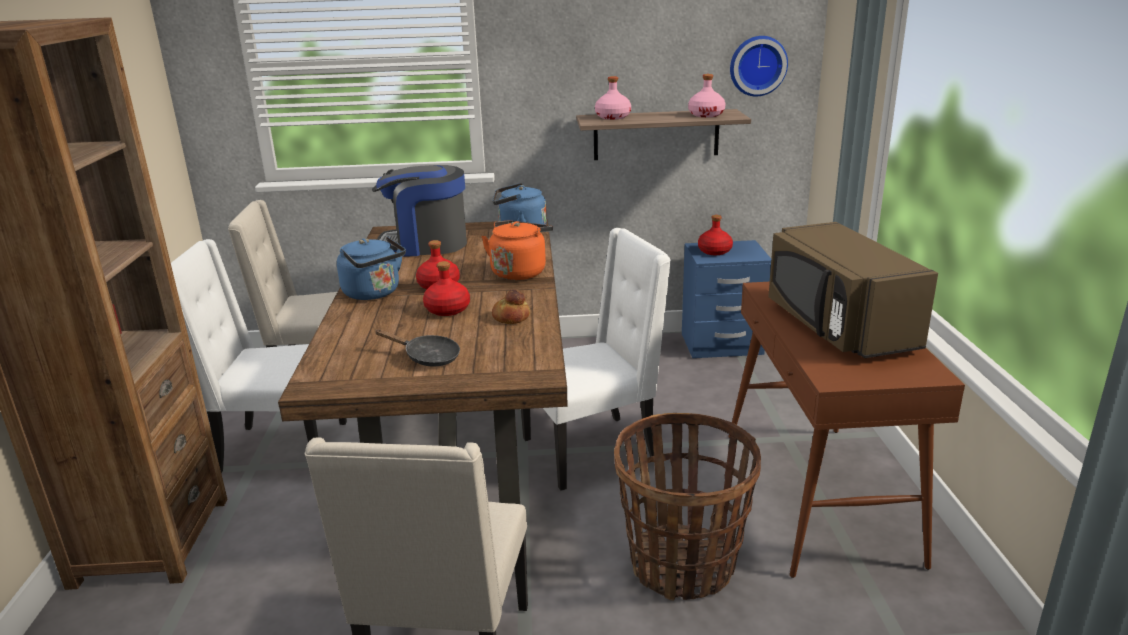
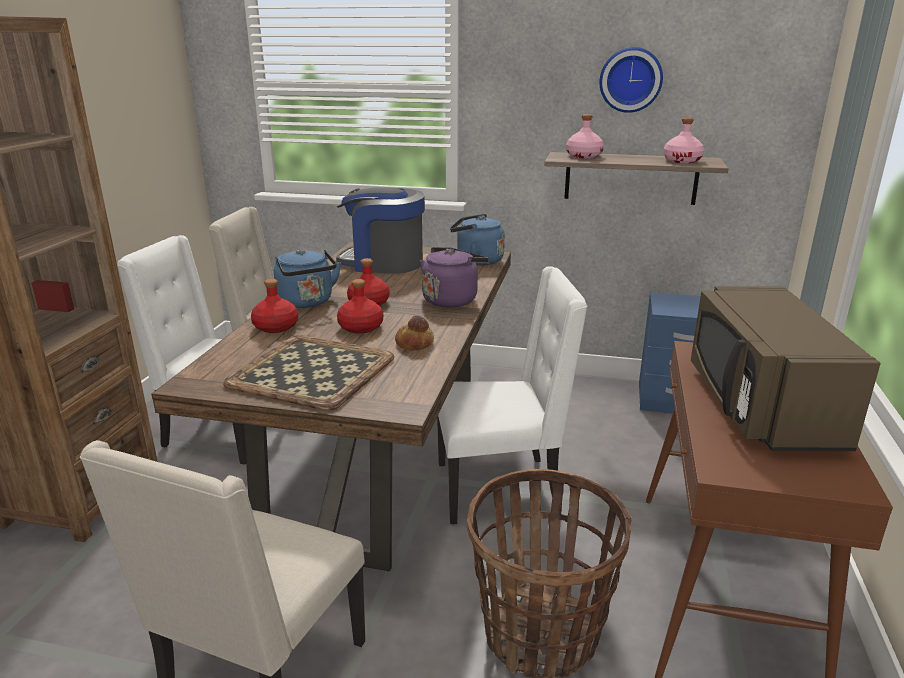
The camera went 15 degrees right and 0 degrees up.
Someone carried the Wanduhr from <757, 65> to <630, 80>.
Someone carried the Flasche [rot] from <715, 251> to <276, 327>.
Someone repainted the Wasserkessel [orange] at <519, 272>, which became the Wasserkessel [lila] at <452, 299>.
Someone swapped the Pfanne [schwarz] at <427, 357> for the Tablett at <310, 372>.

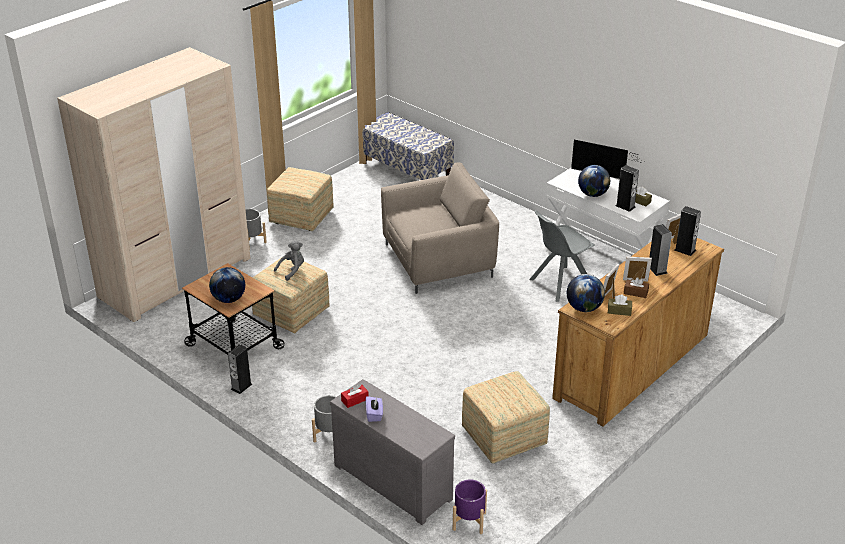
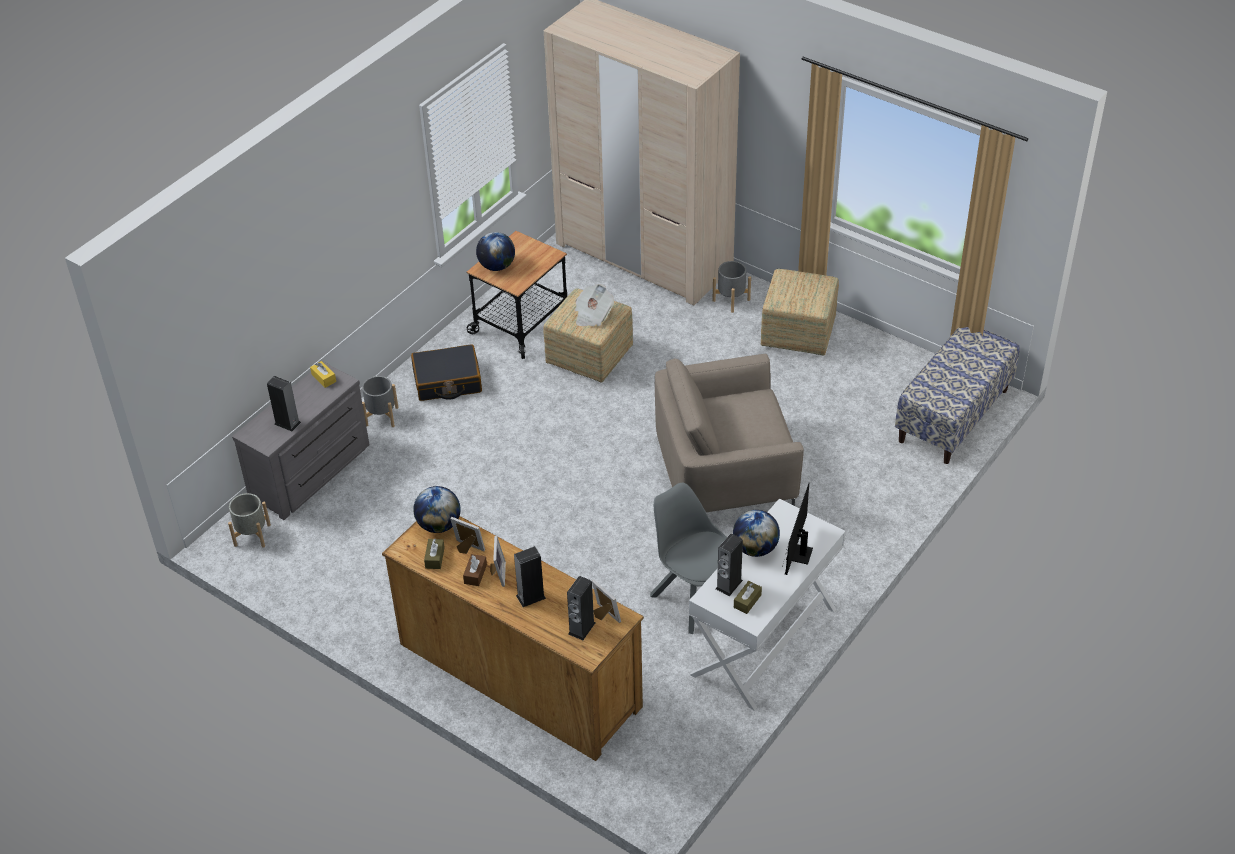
The camera went 85 degrees right and 10 degrees up.
Someone rotated the Sessel [beige] at <438, 260> by 105 degrees clockwise.
Someone swapped the Plüschtier [grau] at <292, 270> for the Zeitung at <592, 315>.
Someone carried the Lautsprecher from <241, 386> to <287, 423>.
Someone took away the Polsterhocker at <503, 438>.
Someone repainted the Taschentuchbox [rot] at <355, 400>, which became the Taschentuchbox [gelb] at <324, 378>.
Someone took away the Taschentuchbox [lila] at <374, 414>.
Someone repainted the Pflanzkübel [lila] at <469, 521>, which became the Pflanzkübel [grau] at <252, 535>.
Someone put down the Koffer [schwarz] at <447, 381>.

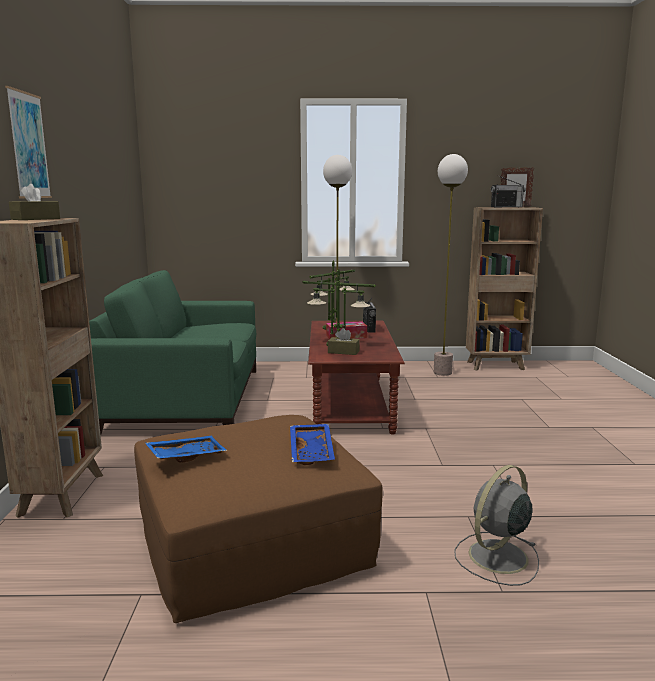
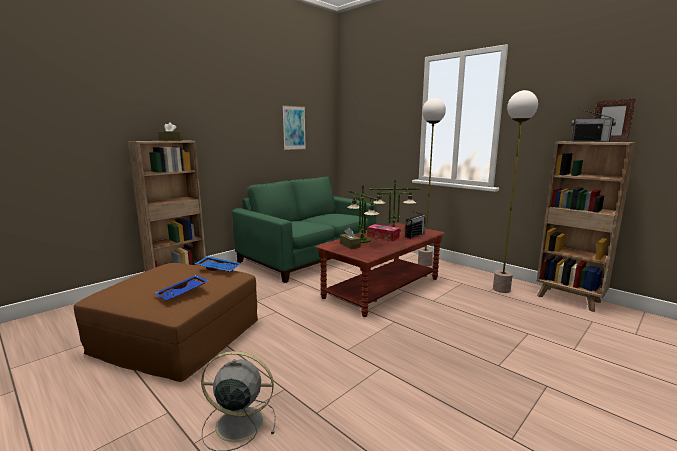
The camera went 45 degrees right and 0 degrees up.
Someone carried the Bild from <28, 145> to <294, 128>.
Someone carried the Tablett [blau] from <186, 456> to <219, 268>.

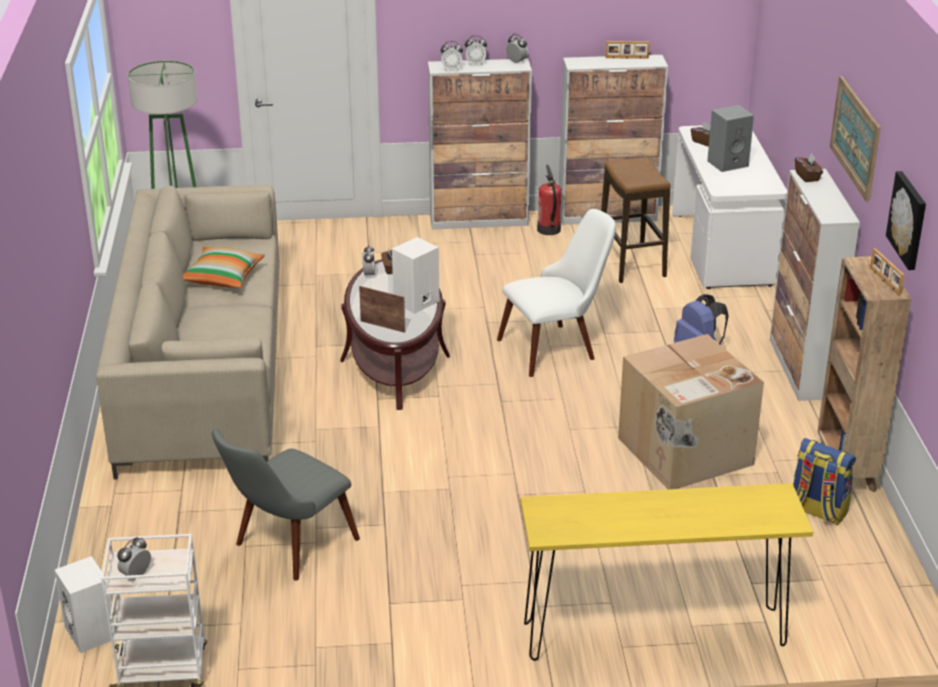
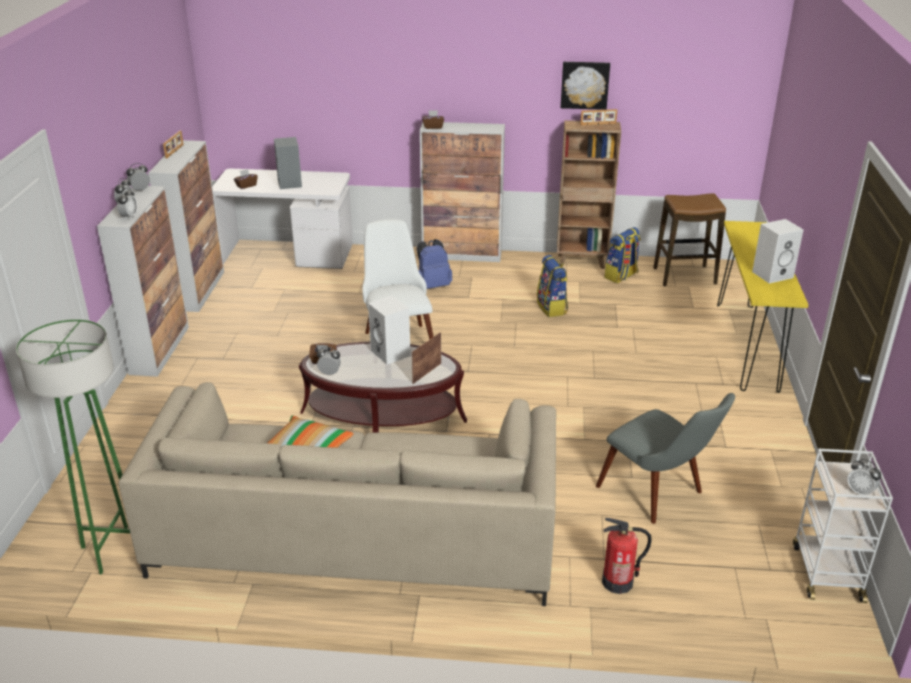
The camera went 80 degrees left and 0 degrees up.
Someone took away the Bild at <855, 137>.
Someone carried the Hocker from <631, 264> to <684, 276>.
Someone carried the Feuerlöscher from <548, 230> to <618, 582>.
Someone swapped the Karton at <684, 452> for the Rucksack at <552, 308>.
Someone carried the Lautsprecher [weiß] from <92, 633> to <772, 274>.

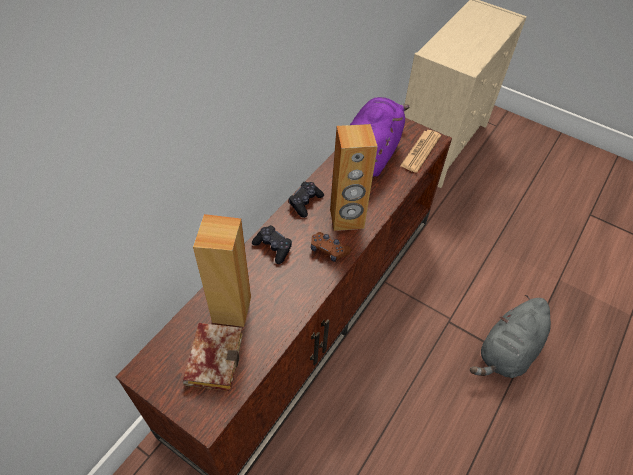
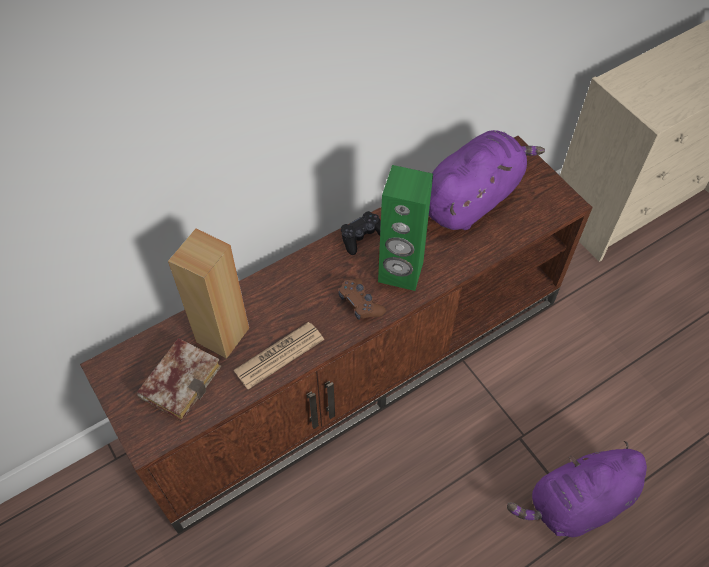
The camera went 25 degrees right and 5 degrees up.
Someone repainted the Lautsprecher [braun] at <346, 219>, which became the Lautsprecher [grün] at <400, 273>.
Someone carried the Zeitung from <420, 151> to <279, 355>.
Someone took away the Gamepad [schwarz] at <273, 247>.
Someone repainted the Plüschtier [grau] at <507, 352>, which became the Plüschtier [lila] at <576, 503>.

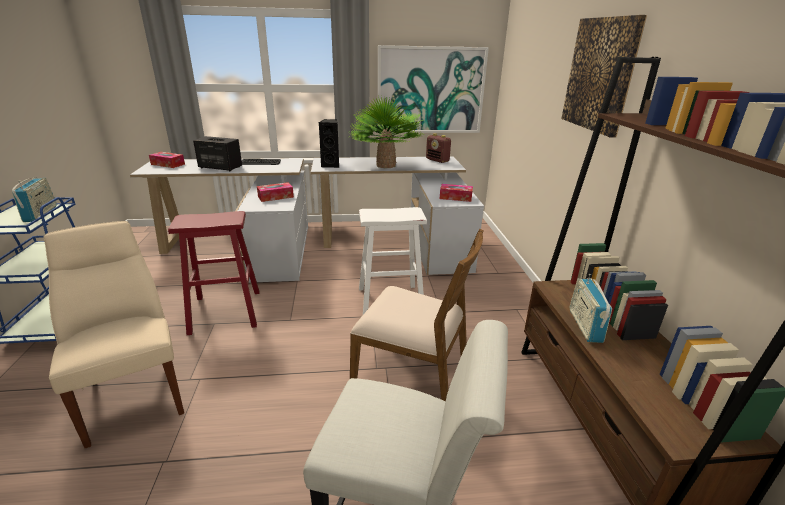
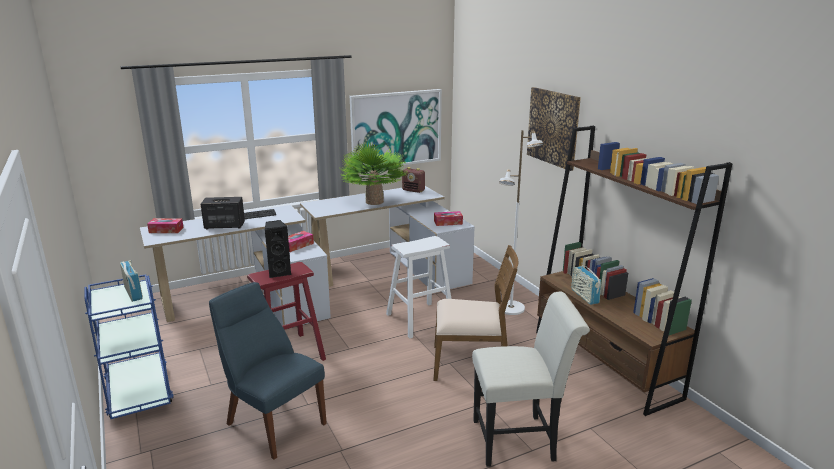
The camera went 20 degrees left and 5 degrees down.
Someone carried the Lautsprecher [schwarz] from <331, 165> to <279, 272>.
Someone repainted the Stuhl [beige] at <135, 392>, which became the Stuhl [blau] at <272, 422>.
Someone put down the Stehlampe [weiß] at <511, 308>.

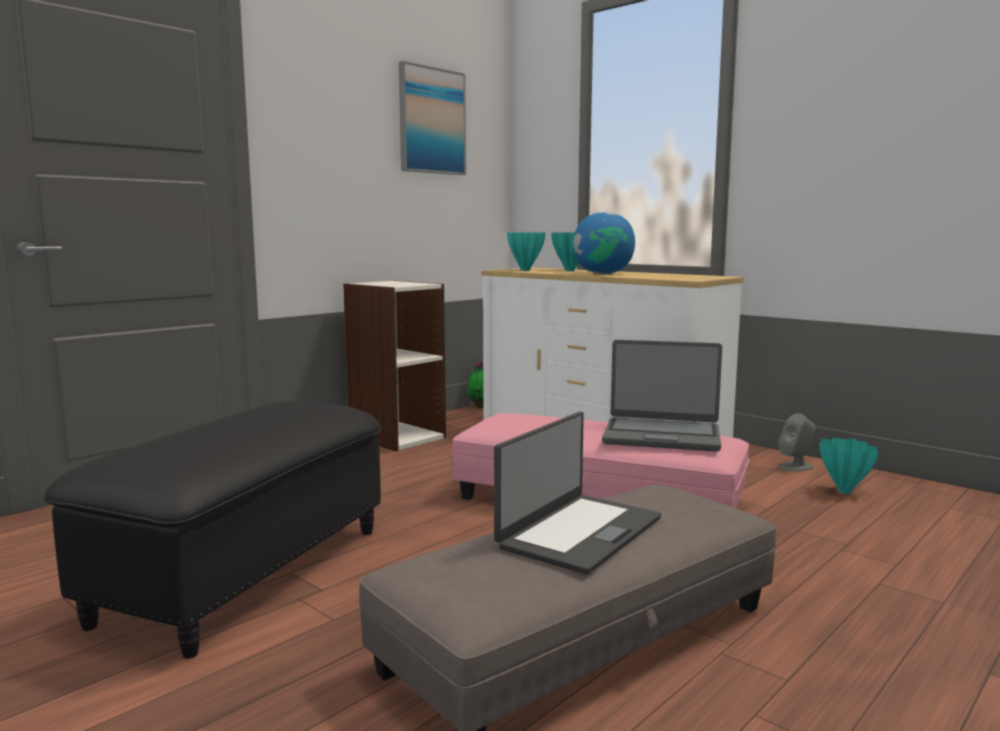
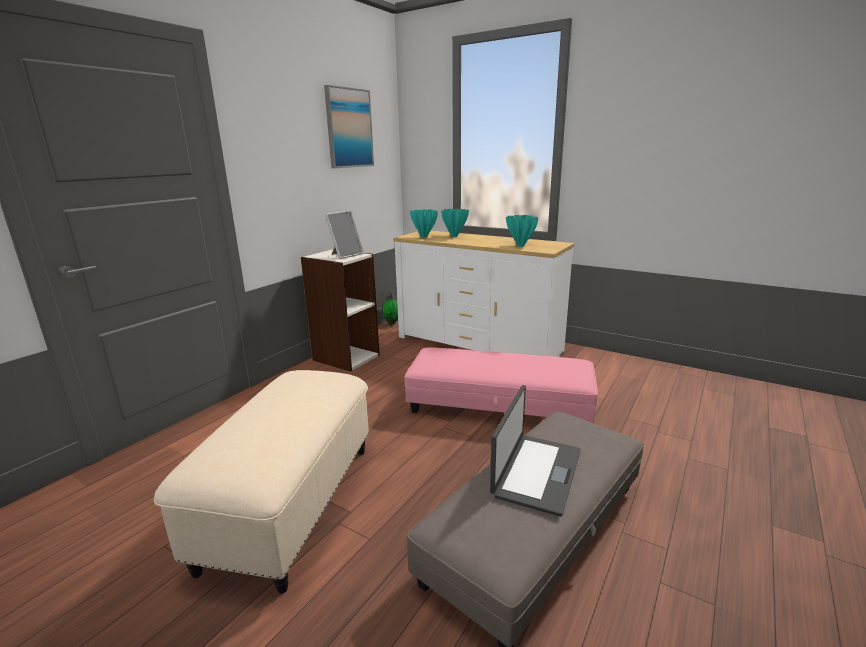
The camera went 10 degrees left and 10 degrees up.
Someone took away the Globus at <603, 274>.
Someone took away the Laptop at <661, 436>.
Someone repainted the Polsterhocker [schwarz] at <245, 573>, which became the Polsterhocker [beige] at <290, 503>.
Someone took away the Lautsprecher [grau] at <796, 467>.
Someone carried the Vase [türkis] from <843, 491> to <520, 245>.
Someone put down the Bilderrahmen at <345, 255>.

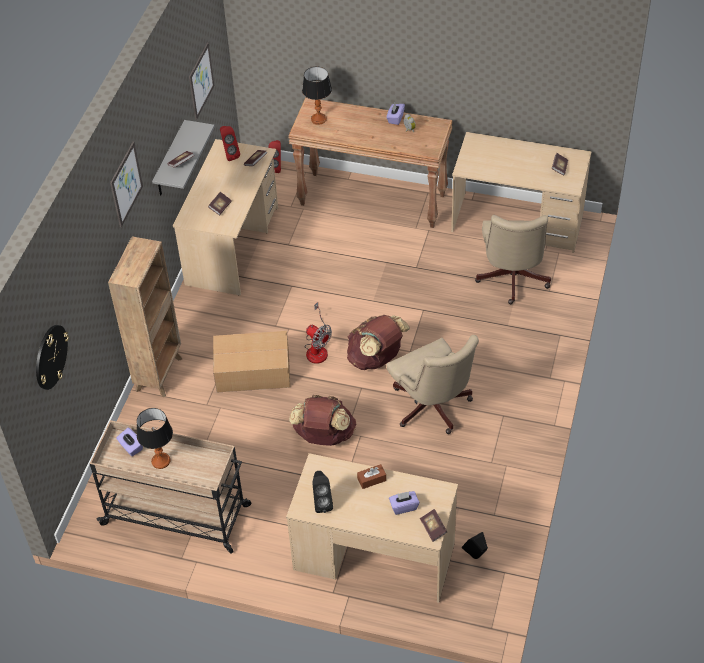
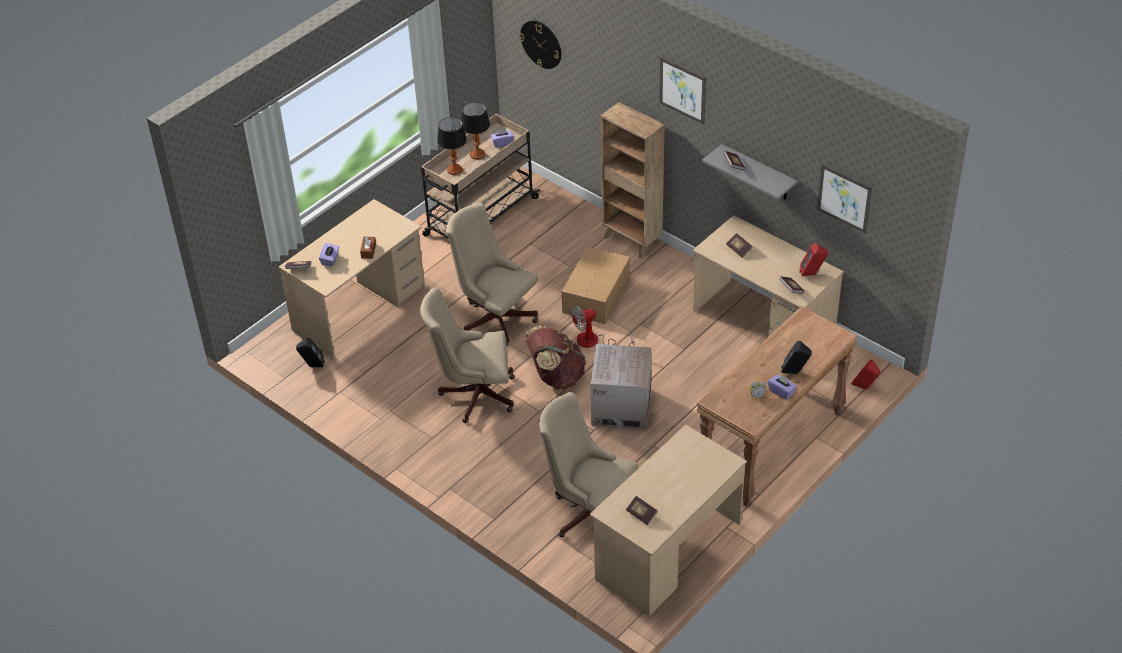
The camera went 115 degrees right and 5 degrees down.
Someone carried the Tischlampe from <318, 119> to <454, 170>.
Someone swapped the Rucksack [braun] at <324, 436> for the Bürostuhl [beige] at <494, 317>.
Someone carried the Lautsprecher [schwarz] from <322, 502> to <795, 372>.
Someone put down the Karton at <621, 407>.

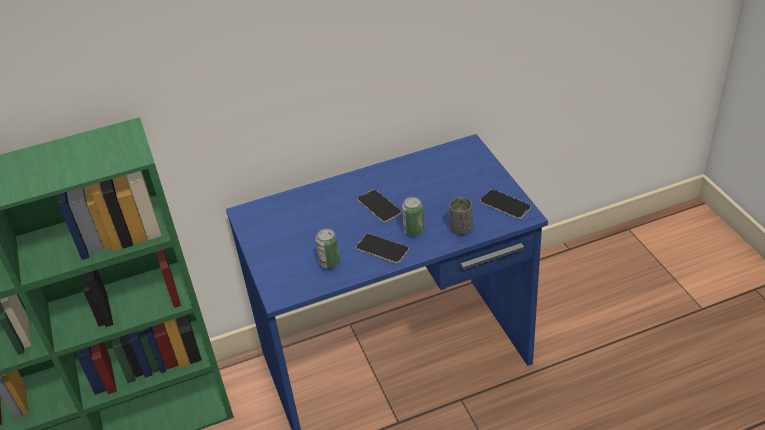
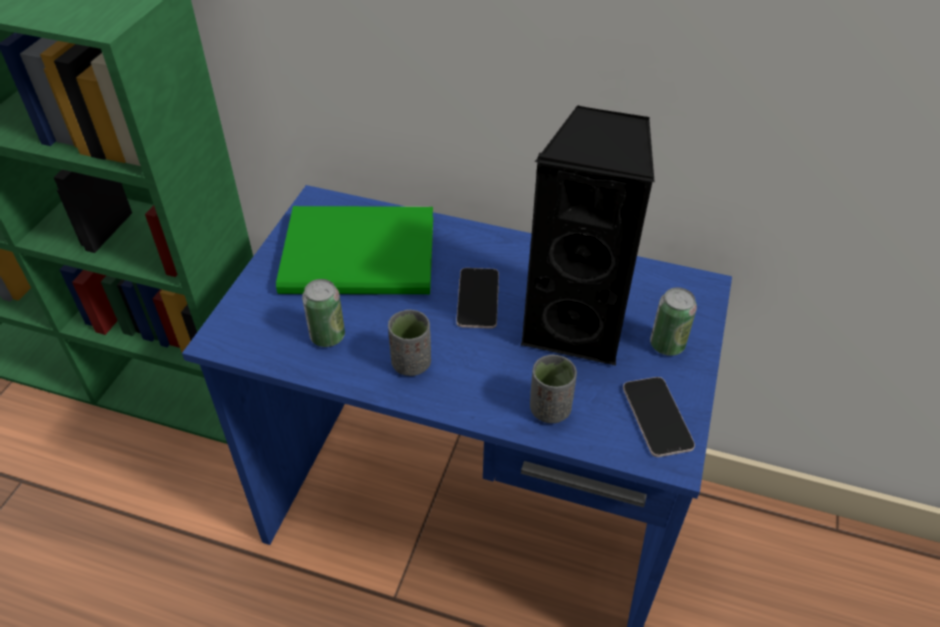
The camera went 35 degrees right and 5 degrees up.
Someone carried the Dose from <413, 231> to <667, 345>.
Someone swapped the Handy at <382, 249> for the Tasse [grau] at <411, 363>.
Someone put down the Lautsprecher [schwarz] at <577, 326>.
Someone put down the Buch [grün] at <363, 257>.

